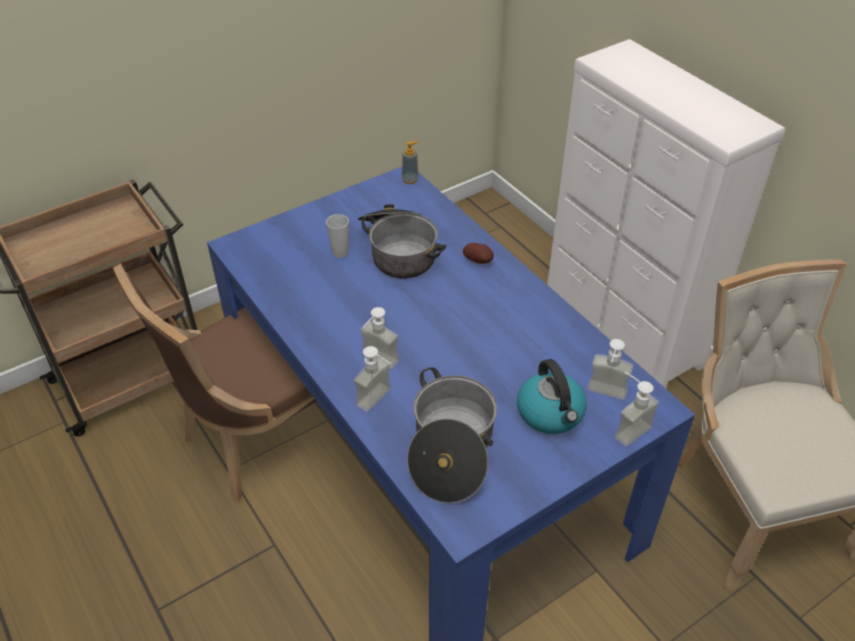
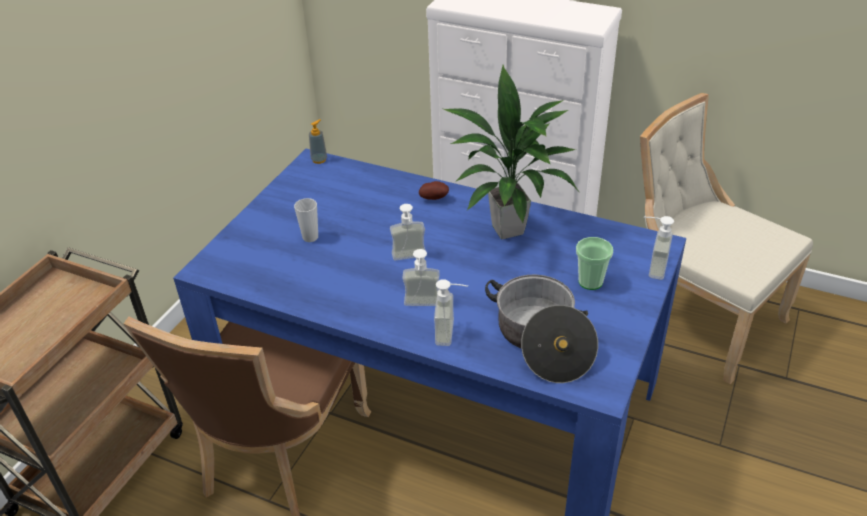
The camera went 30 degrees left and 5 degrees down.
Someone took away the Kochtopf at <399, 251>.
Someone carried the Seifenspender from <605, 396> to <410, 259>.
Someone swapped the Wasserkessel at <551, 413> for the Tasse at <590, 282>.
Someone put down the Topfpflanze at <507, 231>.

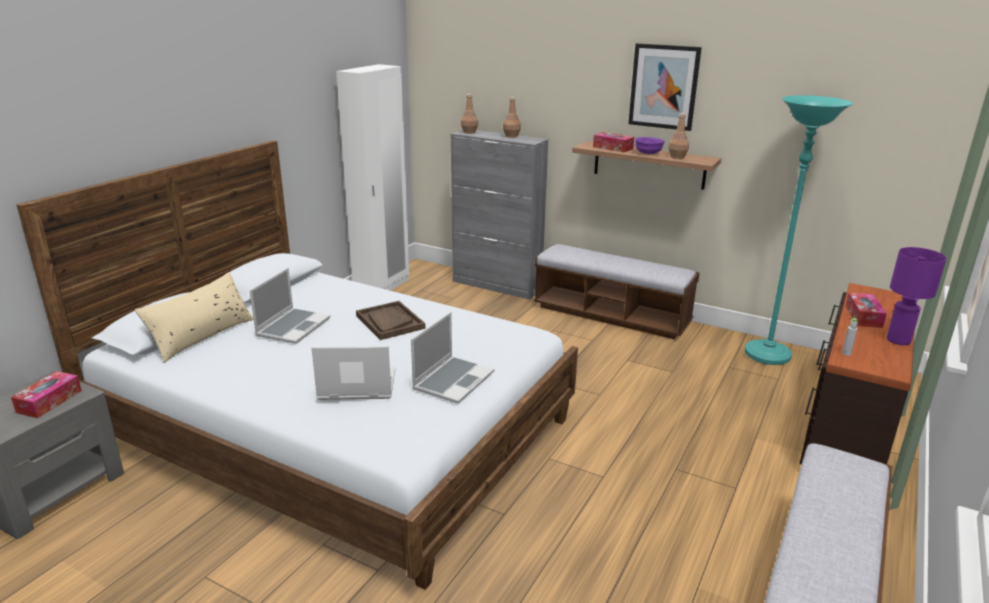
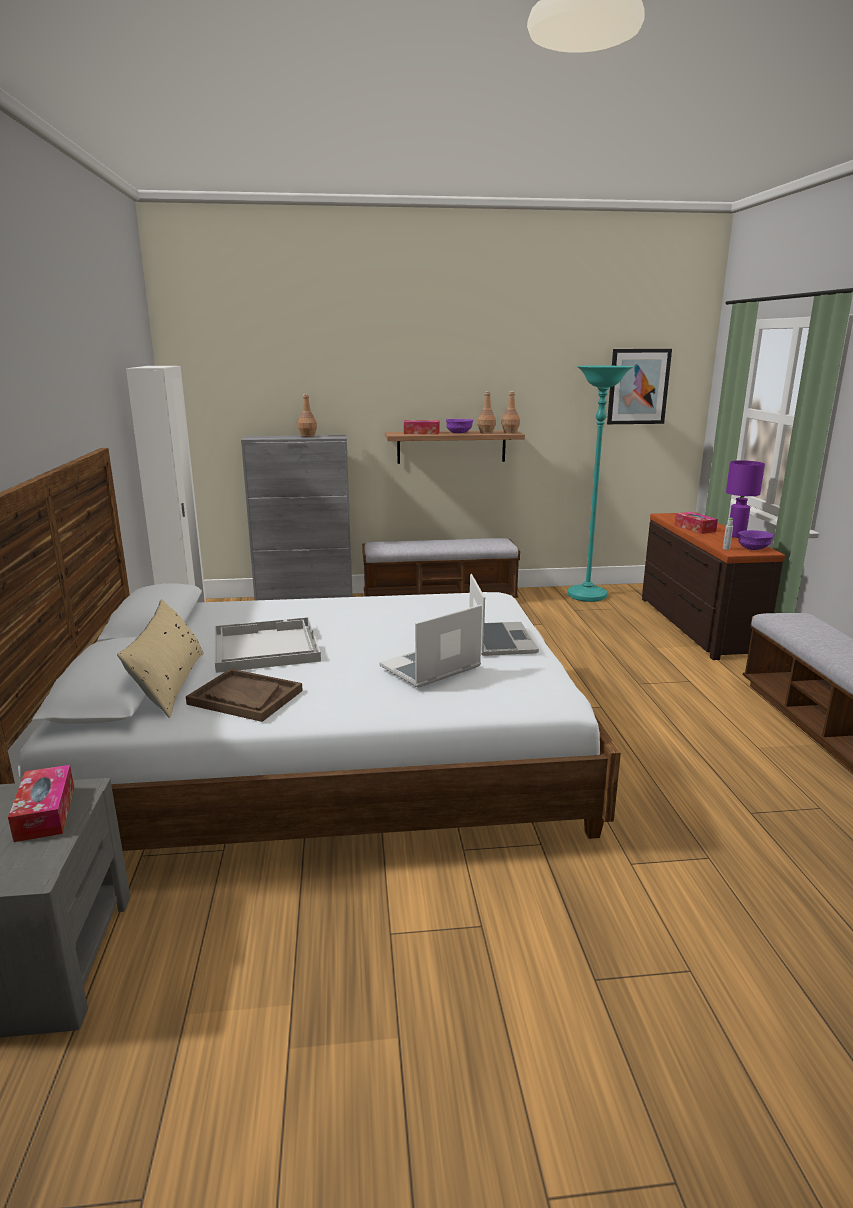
The camera went 35 degrees left and 5 degrees down.
Someone carried the Bild from <664, 86> to <638, 386>.
Someone carried the Flasche [braun] from <469, 132> to <510, 432>.
Someone swapped the Laptop at <293, 327> for the Tablett [weiß] at <264, 647>.
Someone carried the Tablett [braun] from <390, 322> to <245, 697>.
Someone put down the Schüssel [lila] at <753, 549>.

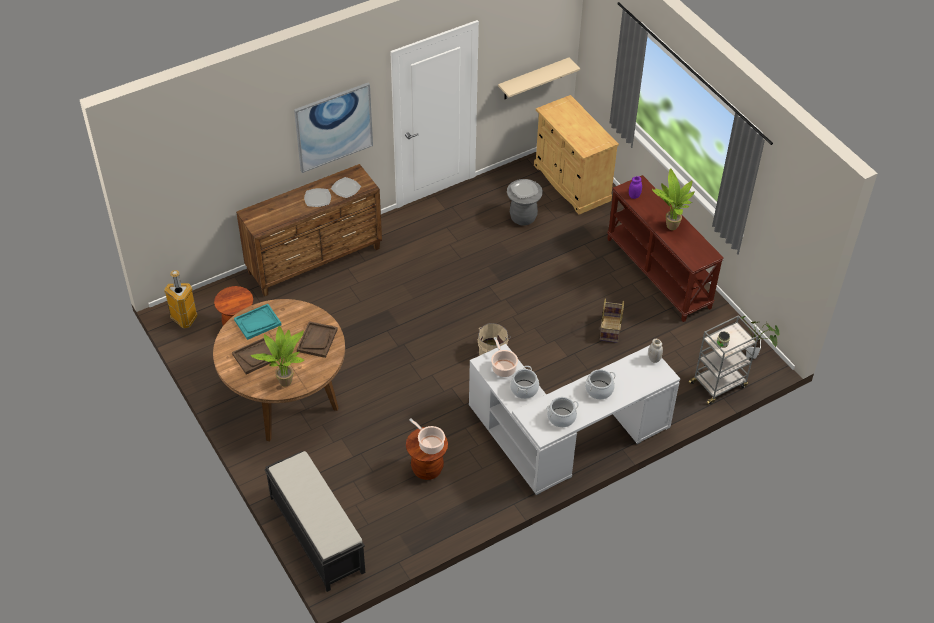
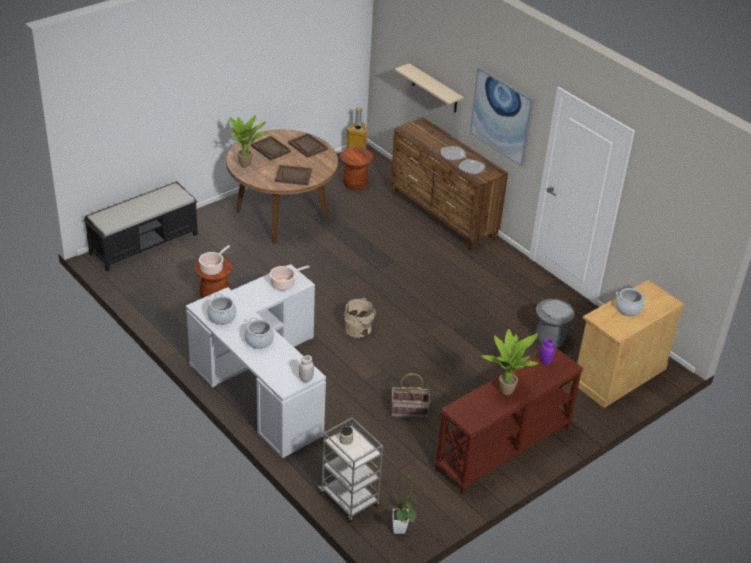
The camera went 80 degrees right and 10 degrees down.
Someone carried the Wandregal [beige] from <533, 79> to <435, 89>.
Someone repainted the Tablett [türkis] at <257, 322>, which became the Tablett [braun] at <307, 146>.
Someone carried the Kochtopf from <524, 389> to <628, 309>.

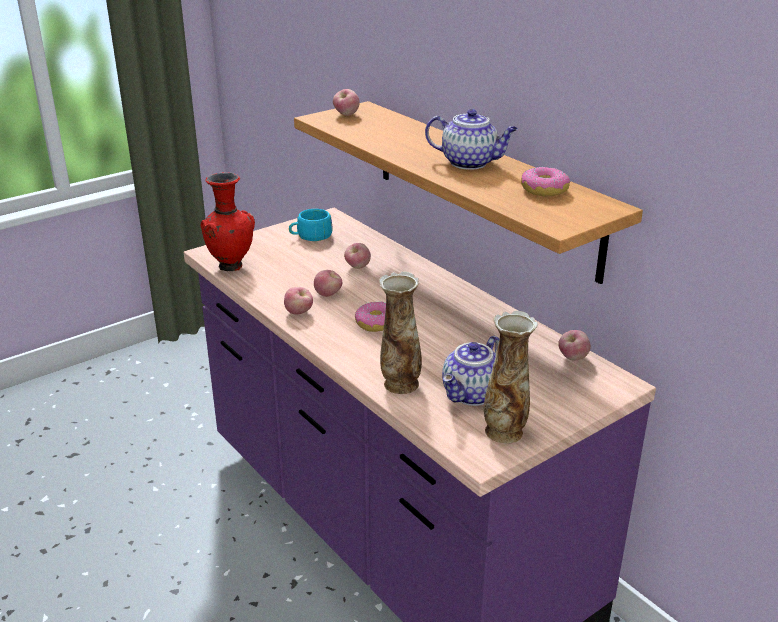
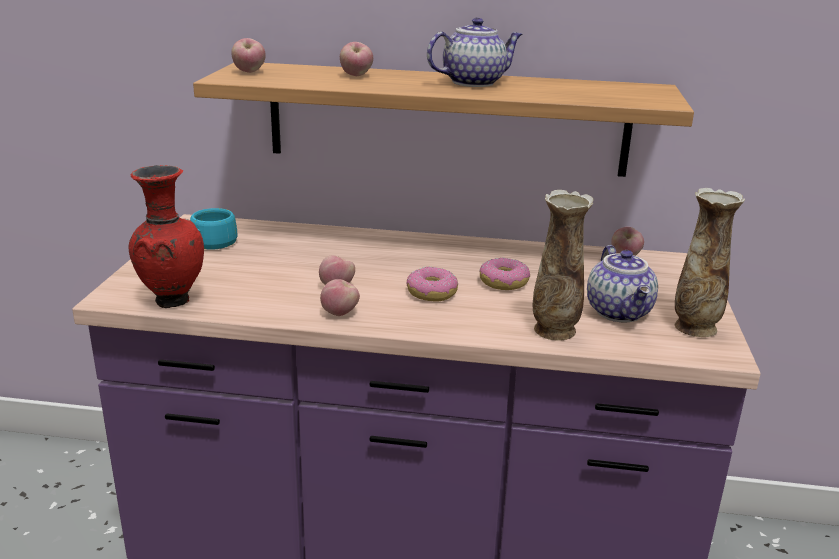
The camera went 45 degrees left and 5 degrees down.
Someone carried the Donut from <544, 190> to <503, 282>.
Someone carried the Apfel from <357, 267> to <356, 76>.

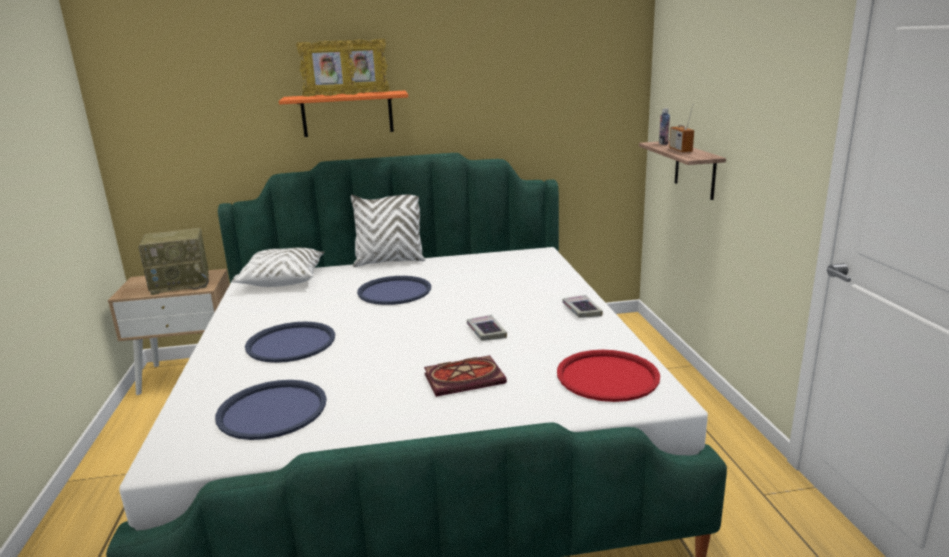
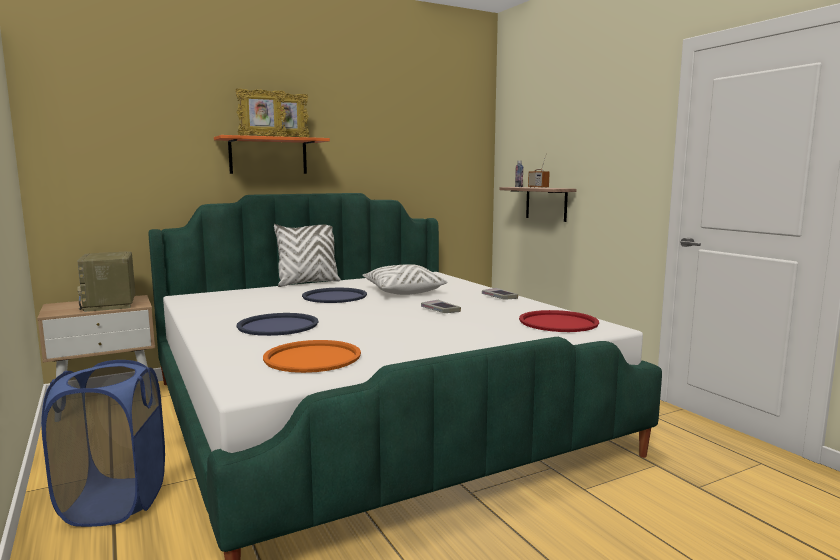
The camera went 20 degrees left and 10 degrees down.
Someone rotated the Radio at <182, 284> by 105 degrees clockwise.
Someone carried the Kissen [weiß] from <283, 279> to <403, 291>.
Someone took away the Buch at <466, 378>.
Someone repainted the Tablett [blau] at <272, 410>, which became the Tablett [orange] at <312, 357>.
Someone put down the Wäschekorb [blau] at <114, 502>.

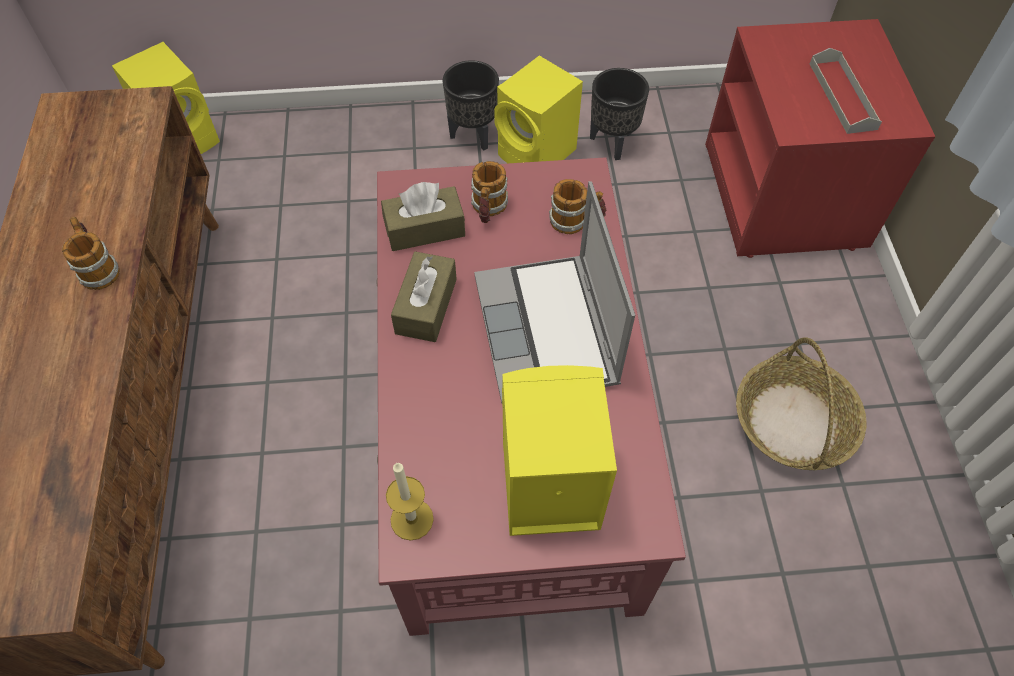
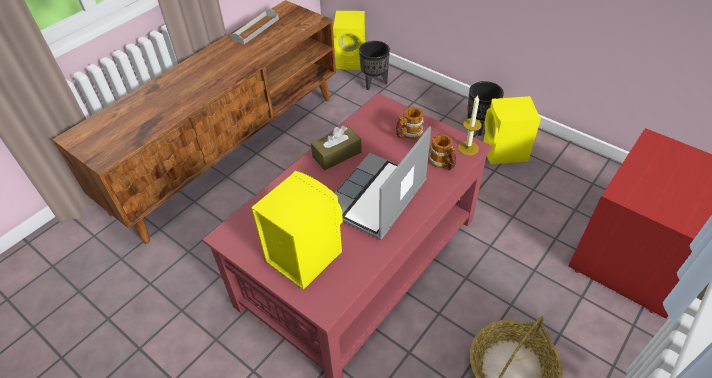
The camera went 45 degrees right and 10 degrees down.
Someone carried the Tablett [grau] from <842, 95> to <255, 29>.
Someone carried the Pflanzkübel [schwarz] from <611, 142> to <374, 83>.
Someone took away the Taschentuchbox [braun] at <424, 229>.
Someone took away the Henkelbecher at <98, 268>.
Someone carried the Kerze from <412, 519> to <468, 148>.

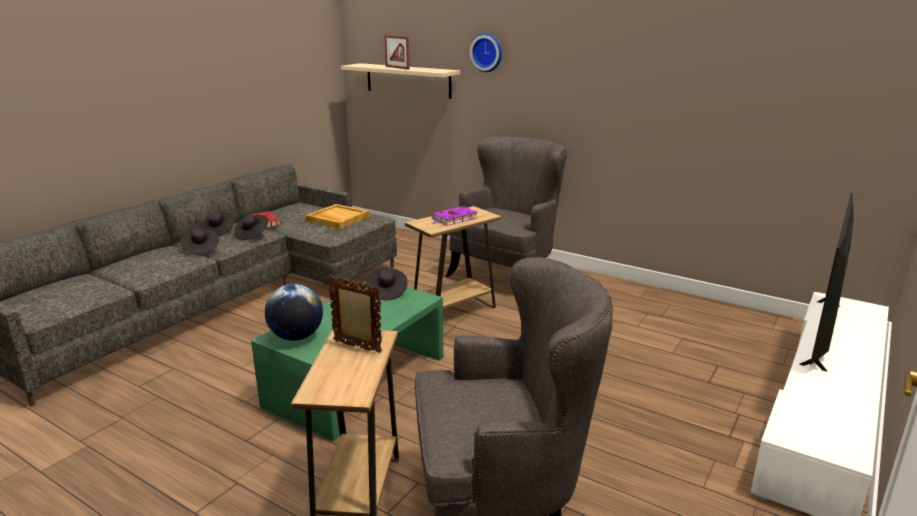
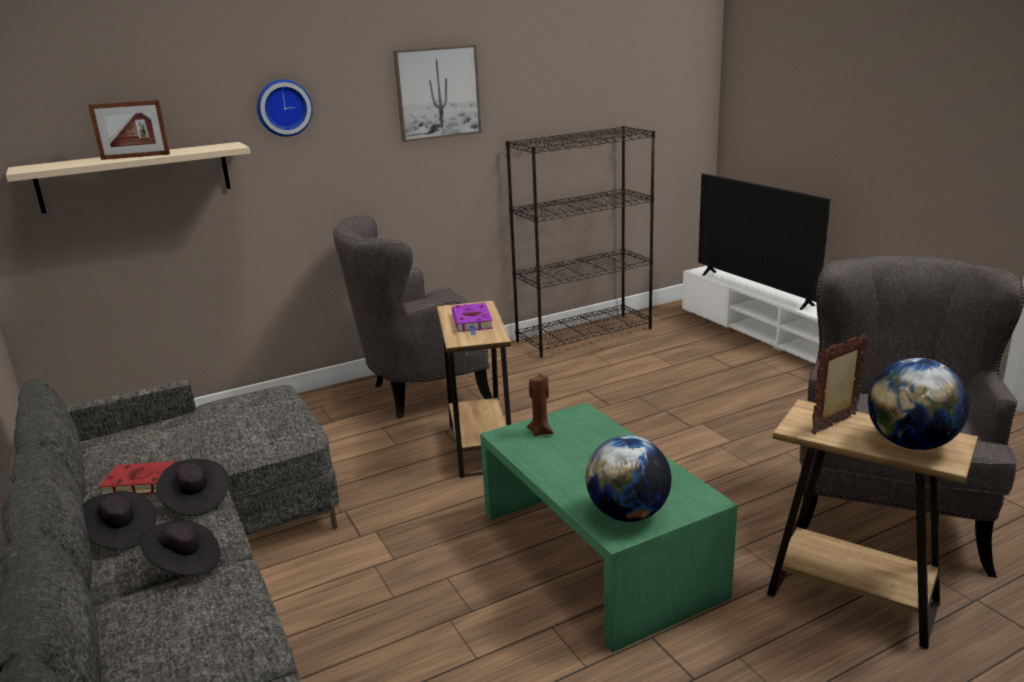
The camera went 60 degrees left and 0 degrees up.
Someone rotated the Sessel [grau] at <506, 275> by 90 degrees counterclockwise.
Someone took away the Tablett [beige] at <337, 219>.
Someone swapped the Hut [schwarz] at <386, 292> for the Kerze [braun] at <540, 431>.
Someone put up the Bild at <437, 93>.
Someone put down the Bücherregal [schwarz] at <584, 334>.
Someone put down the Globus at <911, 444>.

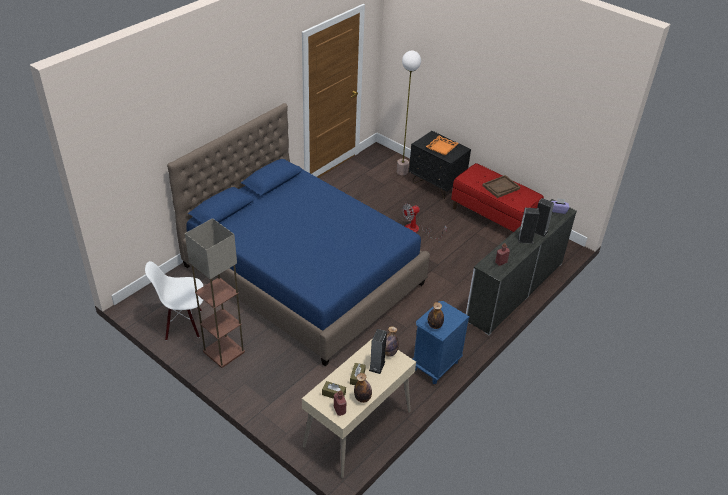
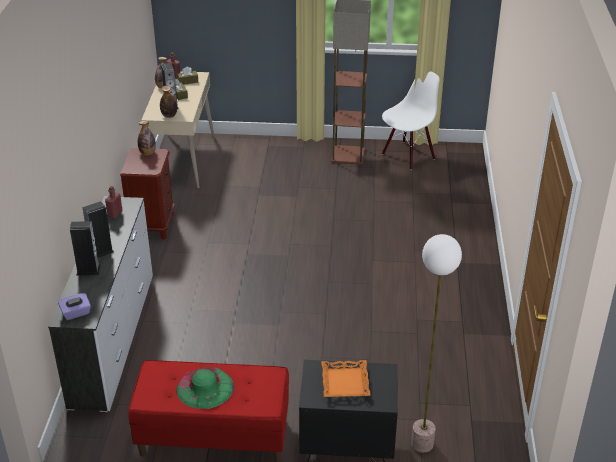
The camera went 145 degrees right and 5 degrees down.
Someone took away the Bett [blau] at <303, 274>.
Someone swapped the Tablett [braun] at <501, 187> for the Hut [grün] at <205, 387>.
Someone took away the Ventilator at <417, 230>.
Someone repainted the Nachttisch [blau] at <435, 365>, which became the Nachttisch [braun] at <153, 225>.

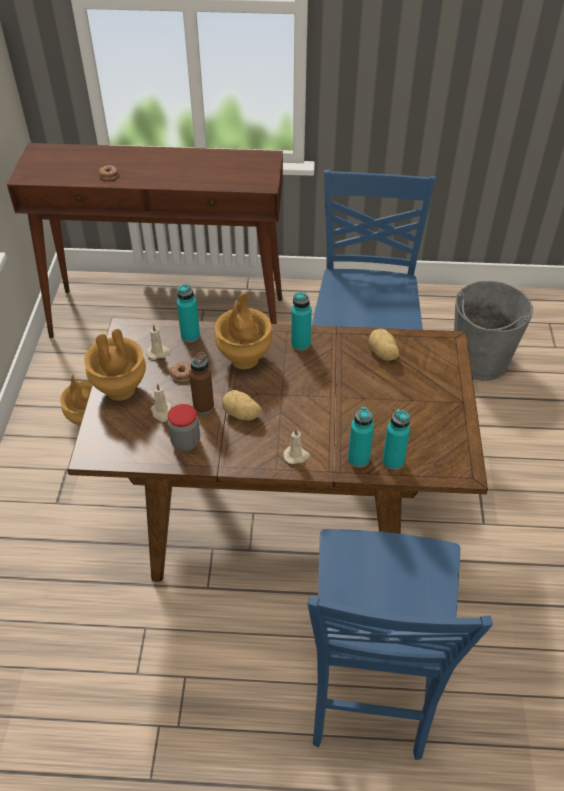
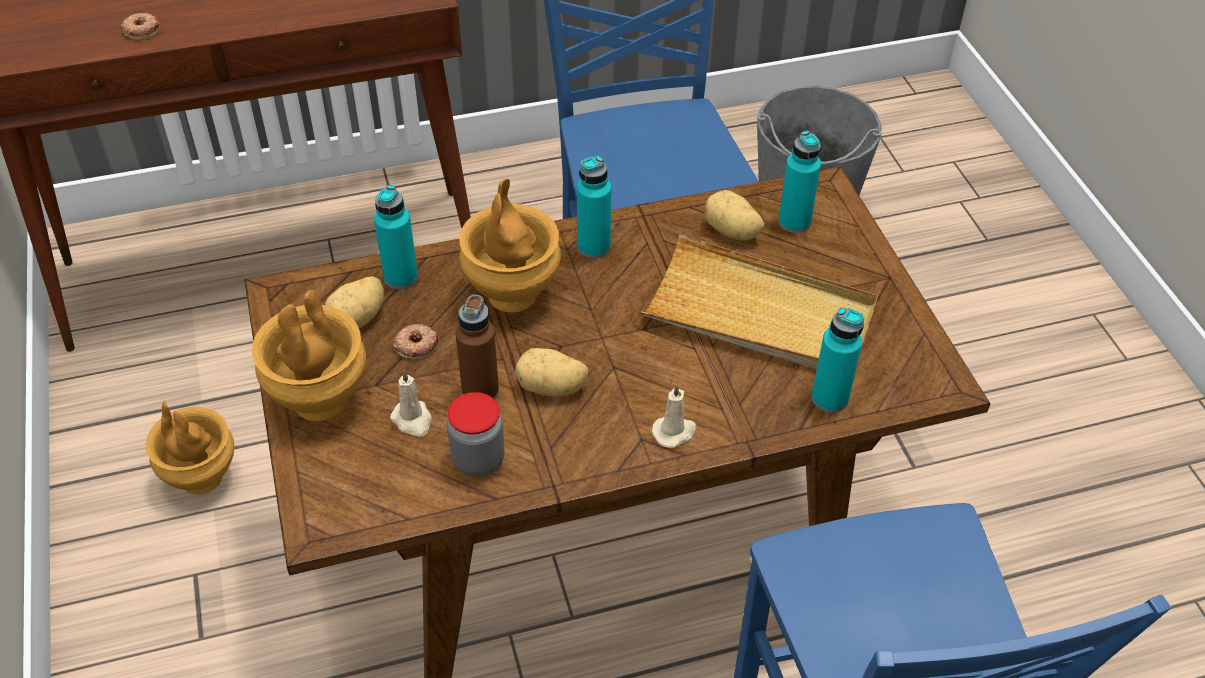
The camera went 20 degrees left and 0 degrees up.
Someone swapped the Kerze [beige] at <159, 352> for the Kartoffel at <359, 319>.
Someone carried the Flasche [türkis] from <358, 459> to <794, 222>.
Someone put down the Tablett [beige] at <760, 314>.

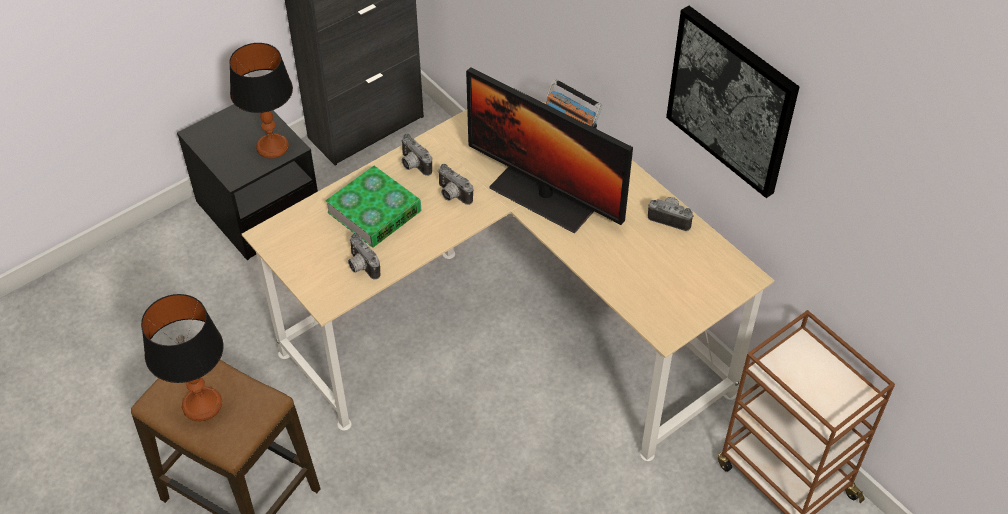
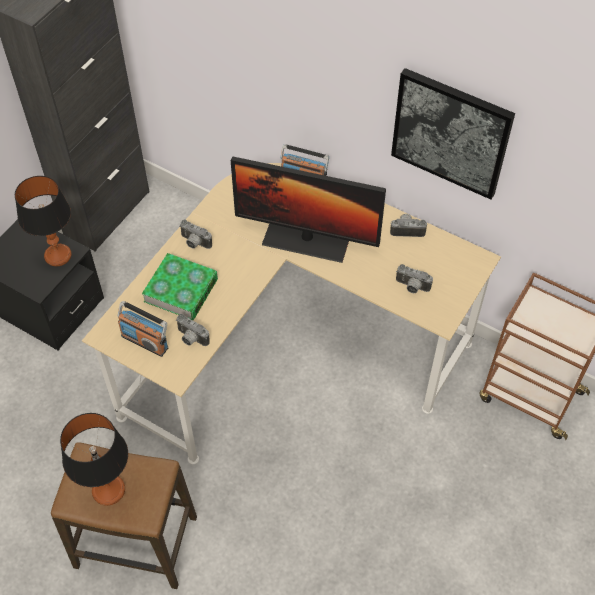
The camera went 20 degrees left and 5 degrees up.
Someone carried the Kamera from <452, 195> to <411, 287>.
Someone put down the Radio at <145, 341>.

